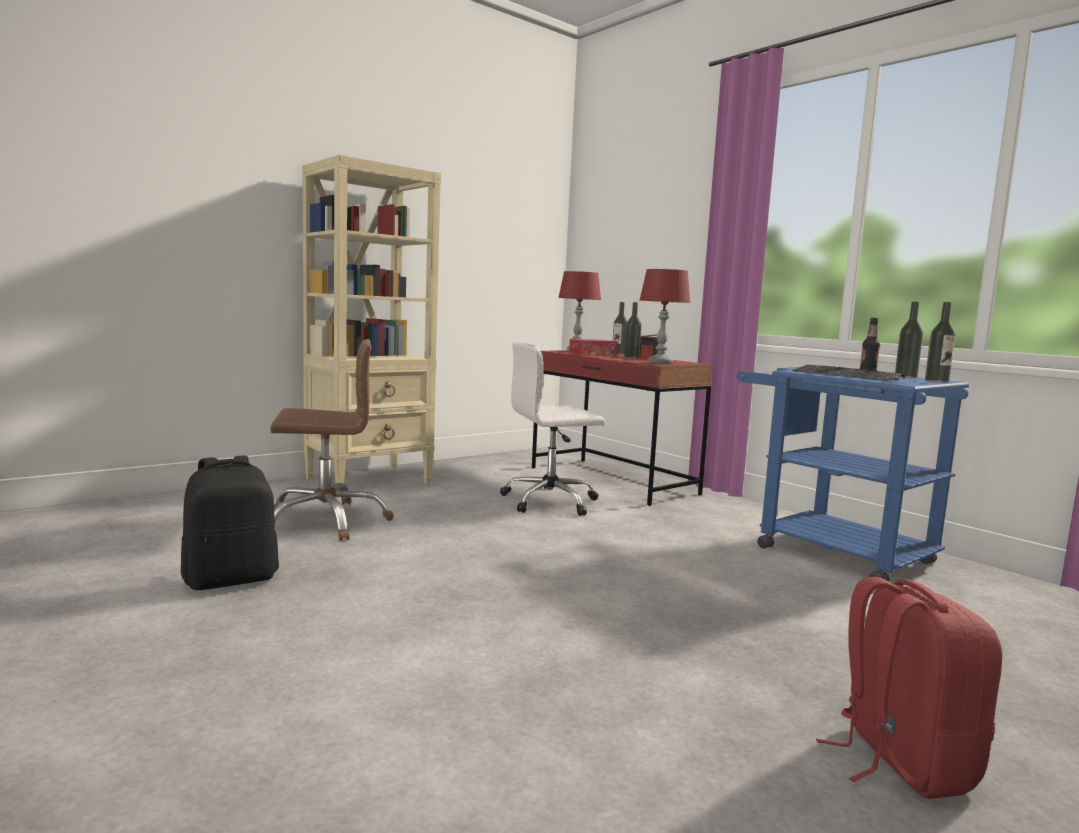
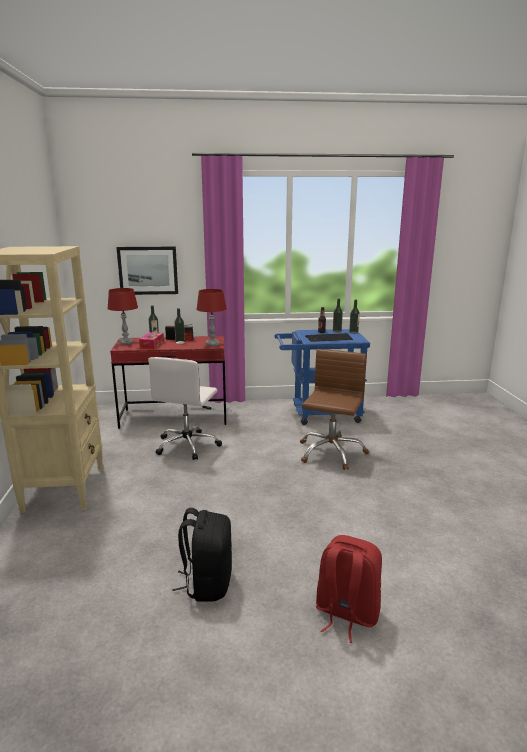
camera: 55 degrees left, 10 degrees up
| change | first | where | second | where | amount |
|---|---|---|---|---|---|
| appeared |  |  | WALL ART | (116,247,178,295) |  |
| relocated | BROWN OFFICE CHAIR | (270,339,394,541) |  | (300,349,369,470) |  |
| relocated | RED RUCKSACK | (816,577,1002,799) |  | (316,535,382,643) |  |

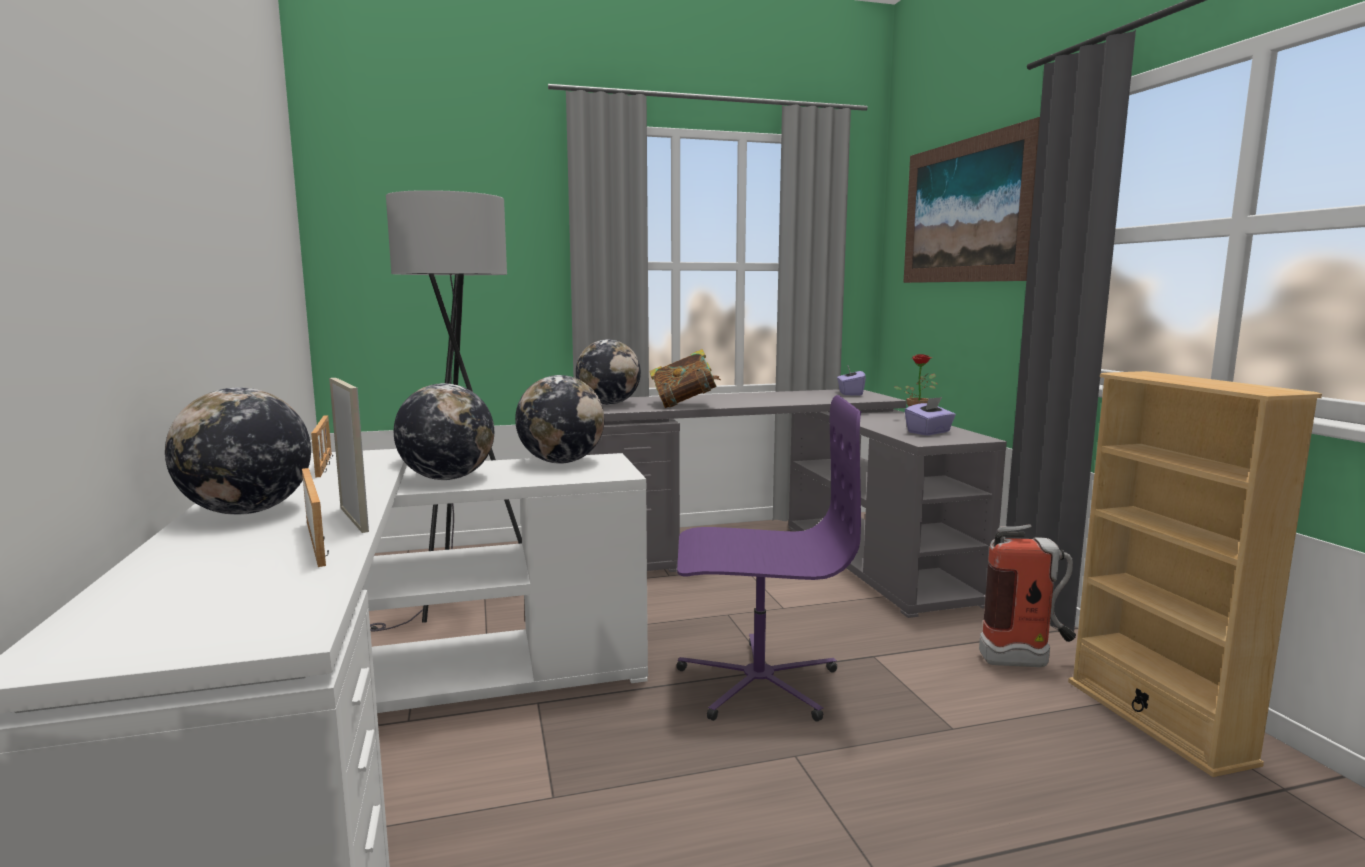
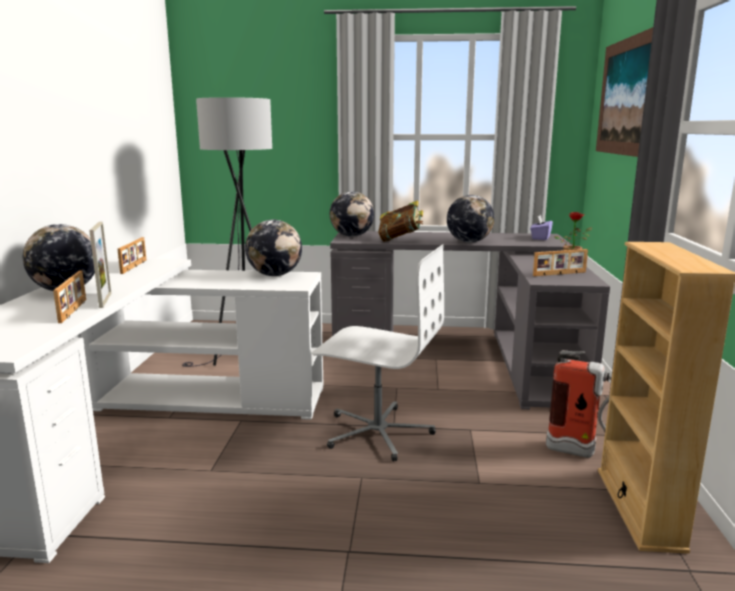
camera: 20 degrees right, 5 degrees up
| change | first | where | second | where | amount |
|---|---|---|---|---|---|
| relocated | DESK GLOBE | (394,383,494,480) |  | (447,195,494,243) |  |
| exchanged | PURPLISH TISSUE HOLDER | (905,397,956,436) | STANDING FRAME | (533,249,588,276) |  |
| colour | PURPLISH OFFICE CHAIR | (676,395,861,722) | WHITE-COLOURED OFFICE CHAIR | (312,244,444,462) |  |

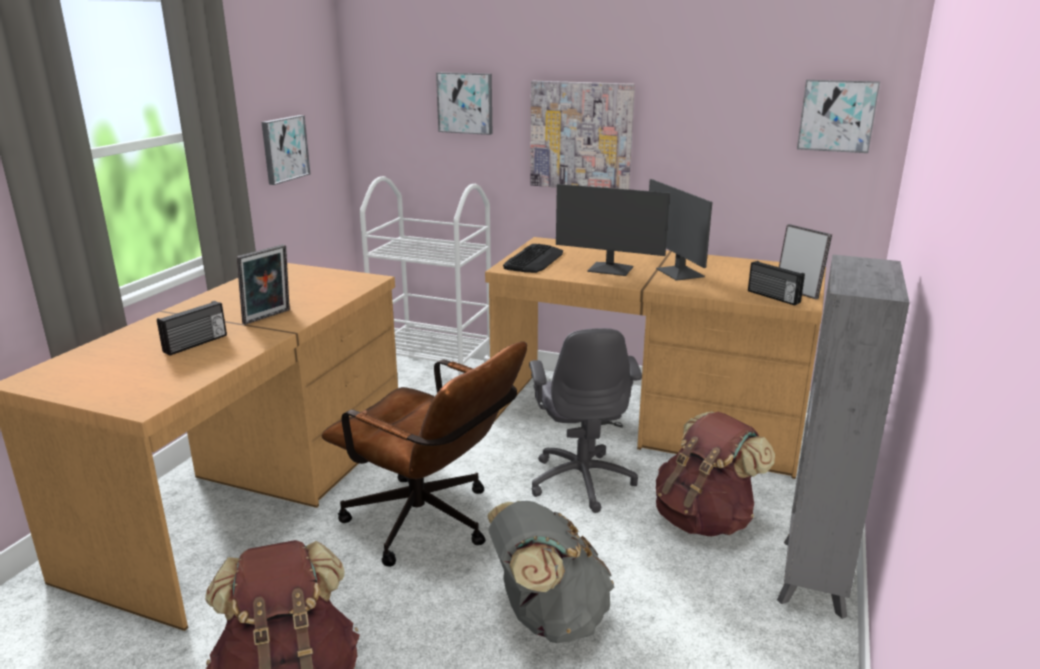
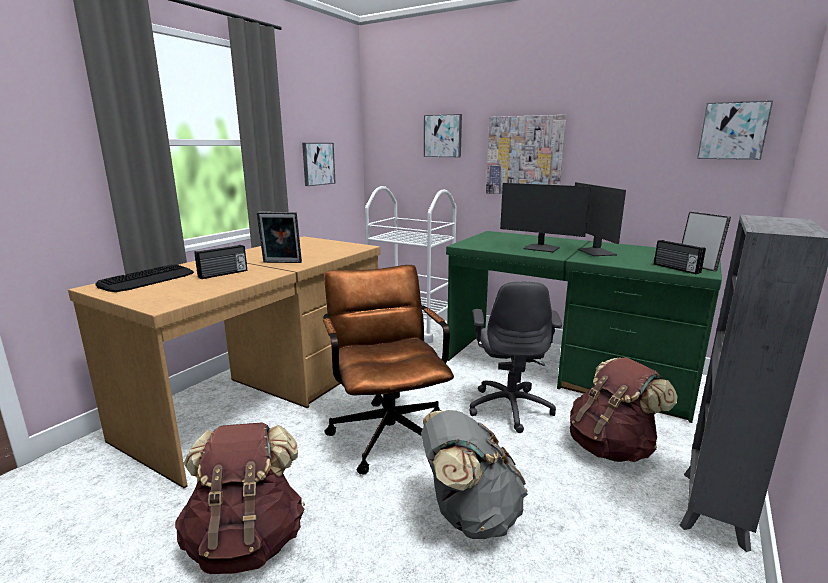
camera: 10 degrees right, 5 degrees down
| change | first | where | second | where | amount |
|---|---|---|---|---|---|
| relocated | KEYBOARD | (503,244,563,273) |  | (95,264,194,292) |  |
| colour | BROWN DESK TABLE | (485,237,826,479) | GREEN-COLOURED DESK TABLE | (446,231,722,423) |  |
| spun | STANDING FRAME | (237,245,290,325) |  | (257,212,302,263) | 45 degrees clockwise |
| spun | BROWN OFFICE CHAIR | (322,342,527,567) |  | (323,265,454,475) | 150 degrees counterclockwise |

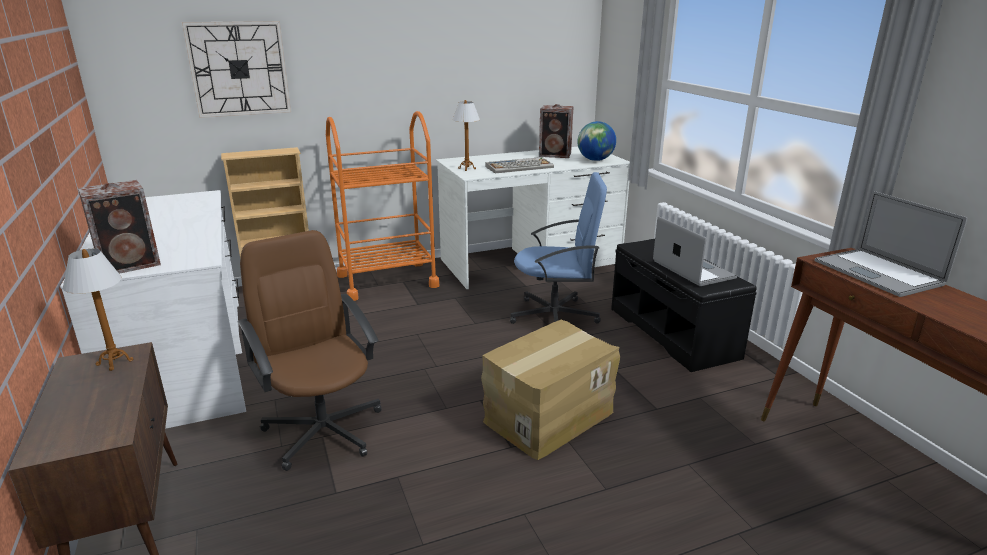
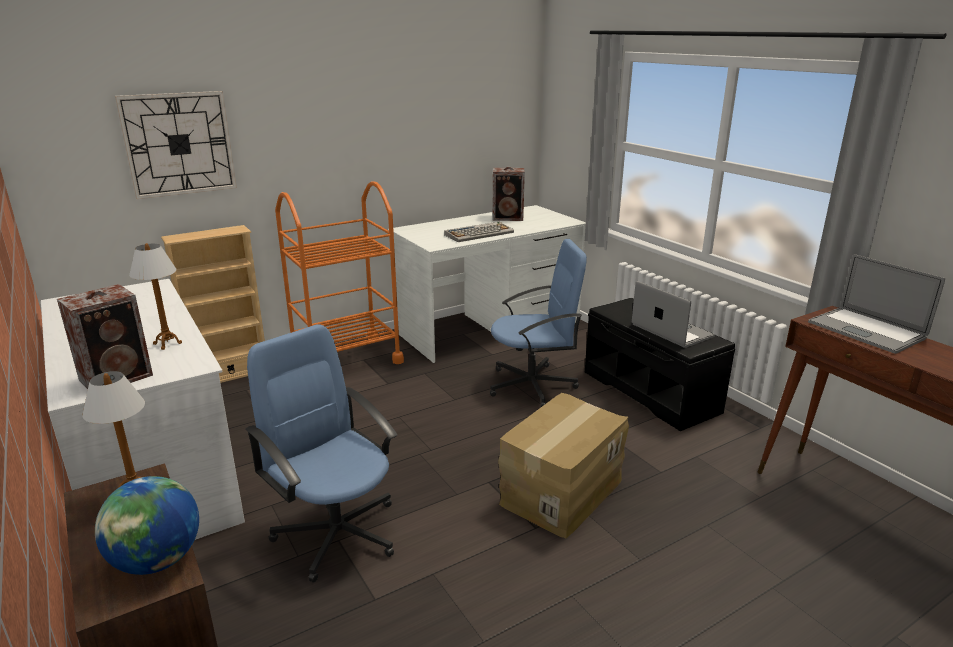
camera: 10 degrees left, 0 degrees up
| change | first | where | second | where | amount |
|---|---|---|---|---|---|
| relocated | TABLE LAMP | (453,100,480,171) |  | (129,243,182,350) |  |
| relocated | DESK GLOBE | (578,121,616,161) |  | (95,476,199,575) |  |
| colour | BROWN OFFICE CHAIR | (238,230,382,471) | BLUE OFFICE CHAIR | (245,324,397,583) |  |

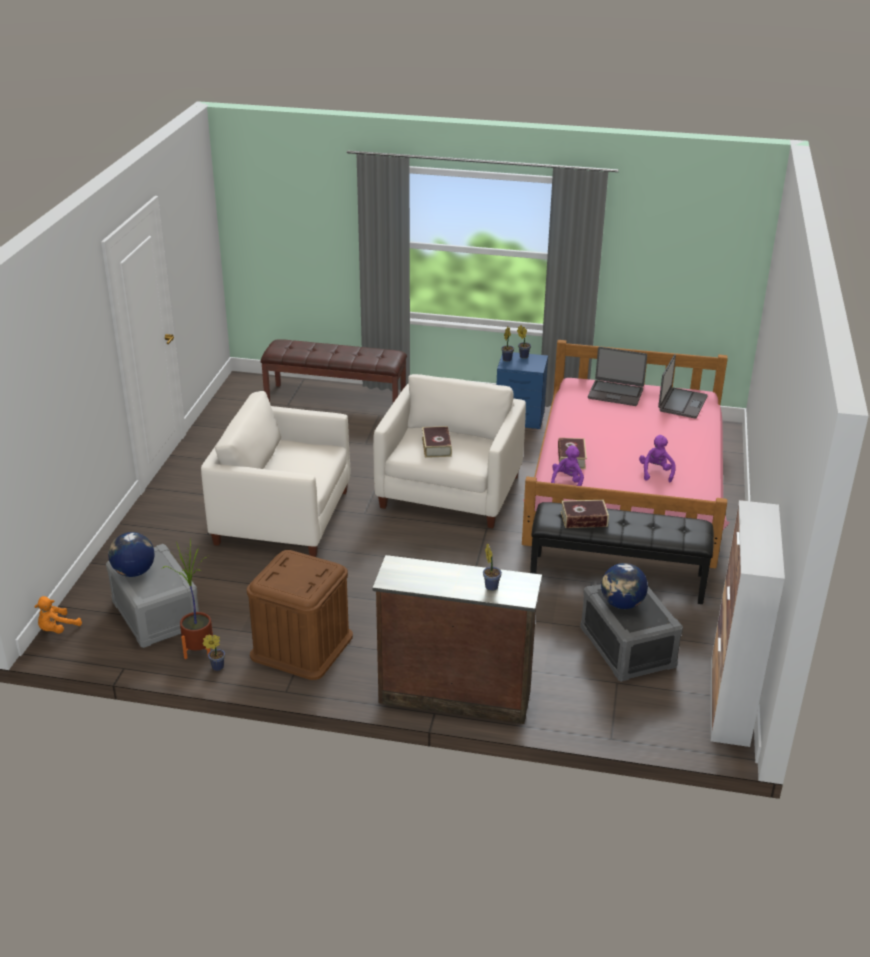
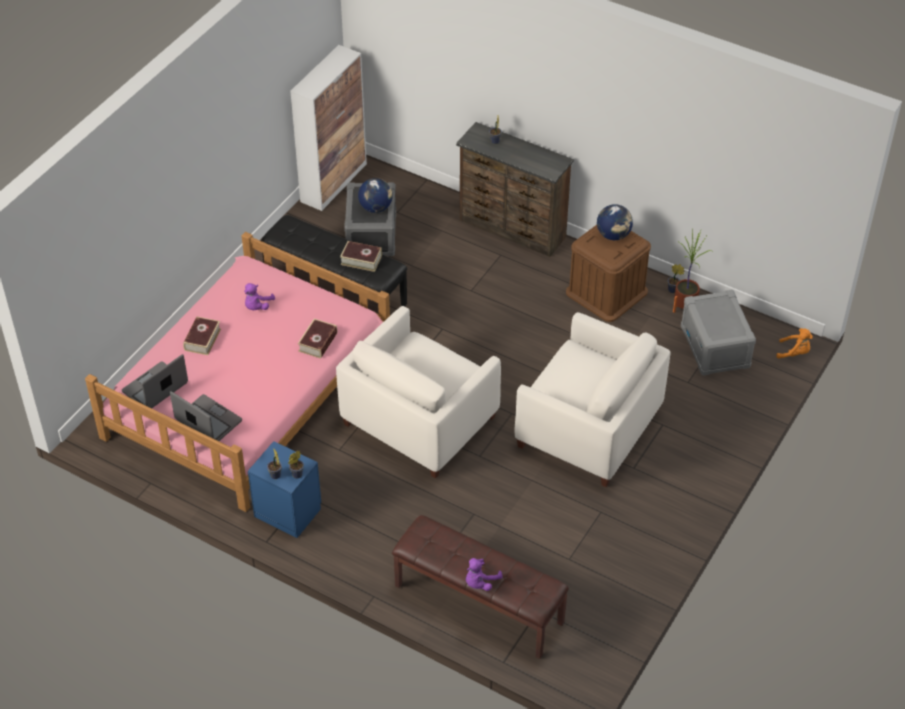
camera: 160 degrees left, 15 degrees up
| change | first | where | second | where | amount |
|---|---|---|---|---|---|
| relocated | DESK GLOBE | (108,532,155,577) |  | (597,204,633,240) |  |
| relocated | BOUND BOOK | (422,426,452,458) |  | (183,317,221,355) |  |
| relocated | PURPLISH CUDDLY TOY | (551,445,584,486) |  | (466,558,502,591) |  |
| spun | ORANGE-COLOURED CUDDLY TOY | (34,596,82,634) |  | (776,328,813,359) | 45 degrees clockwise |

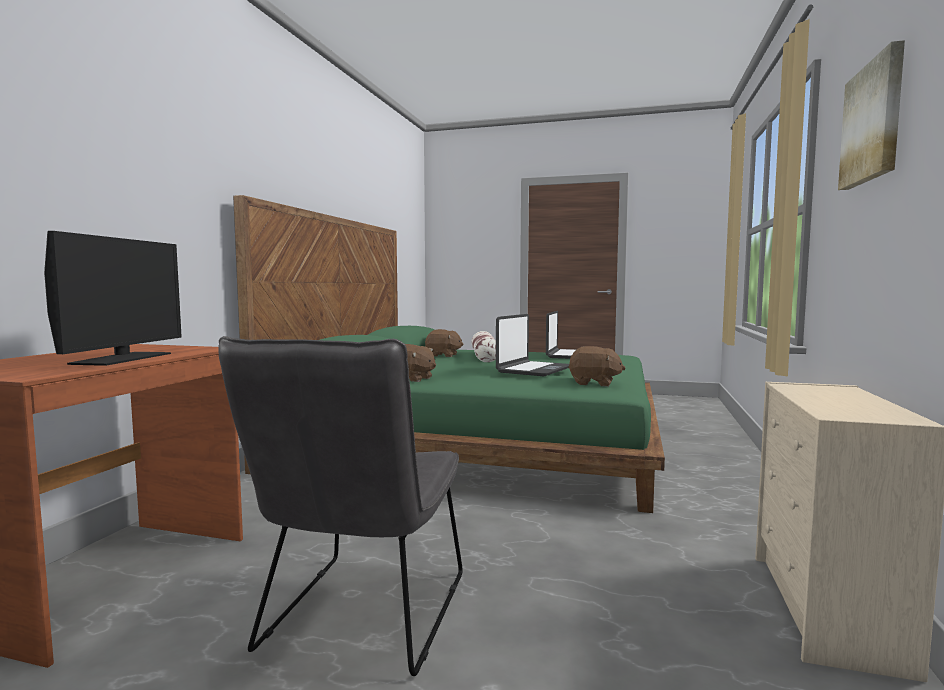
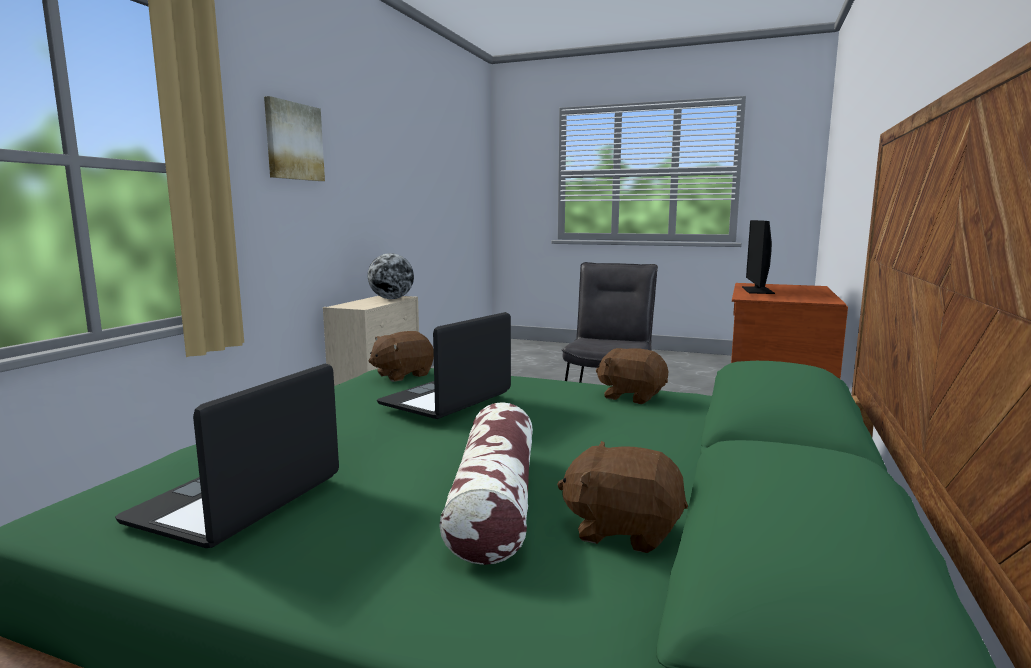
camera: 175 degrees left, 5 degrees up
| change | first | where | second | where | amount |
|---|---|---|---|---|---|
| appeared |  |  | DESK GLOBE | (368,253,414,299) |  |
| spun | BROWN CUDDLY TOY | (568,346,626,387) |  | (369,331,434,382) | 60 degrees counterclockwise |

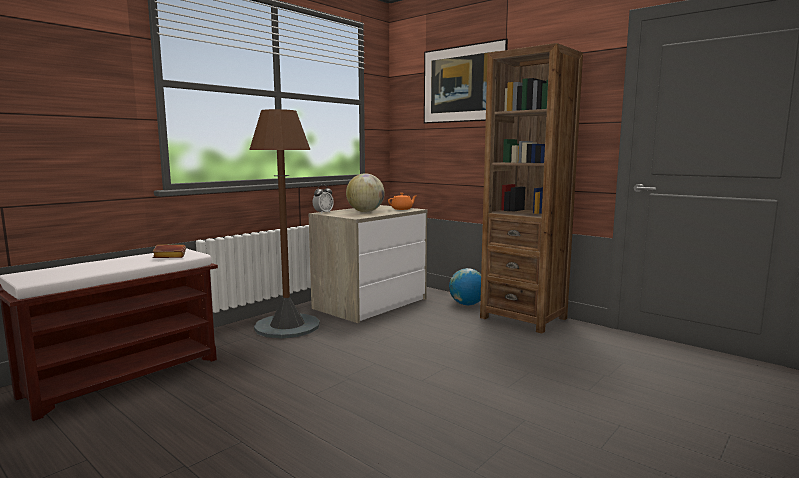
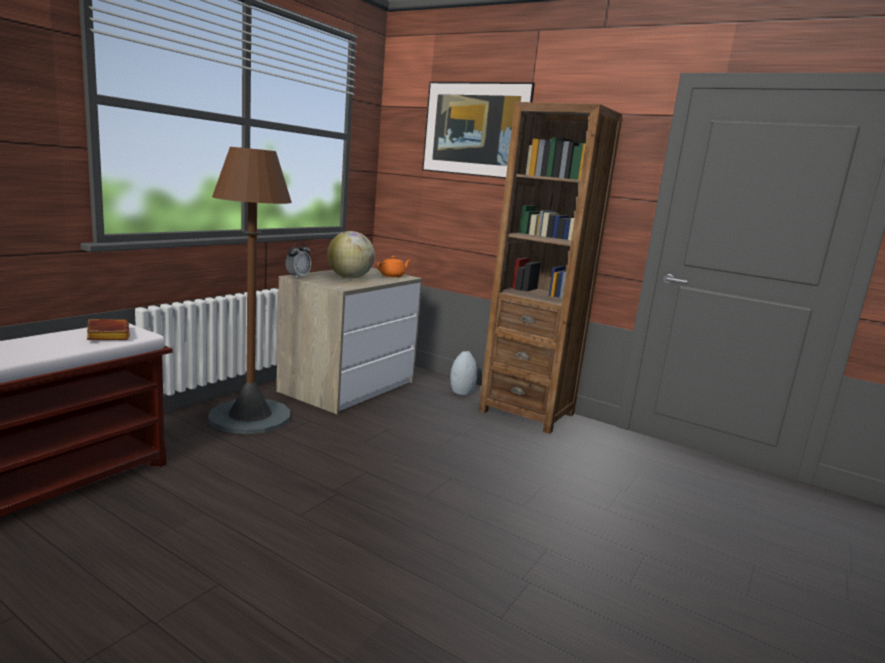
camera: 10 degrees left, 5 degrees up
| change | first | where | second | where | amount |
|---|---|---|---|---|---|
| exchanged | DESK GLOBE | (449,268,481,305) | GREY VASE | (450,350,477,395) |  |

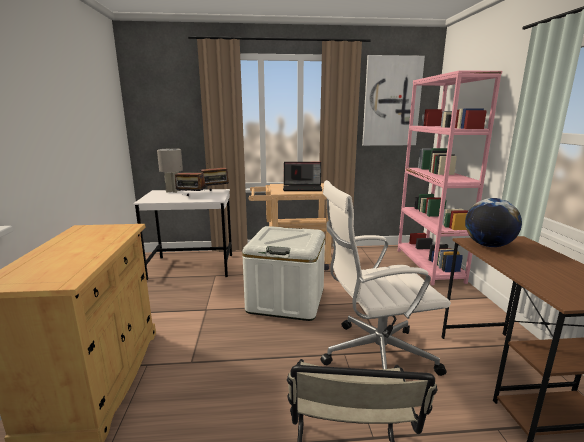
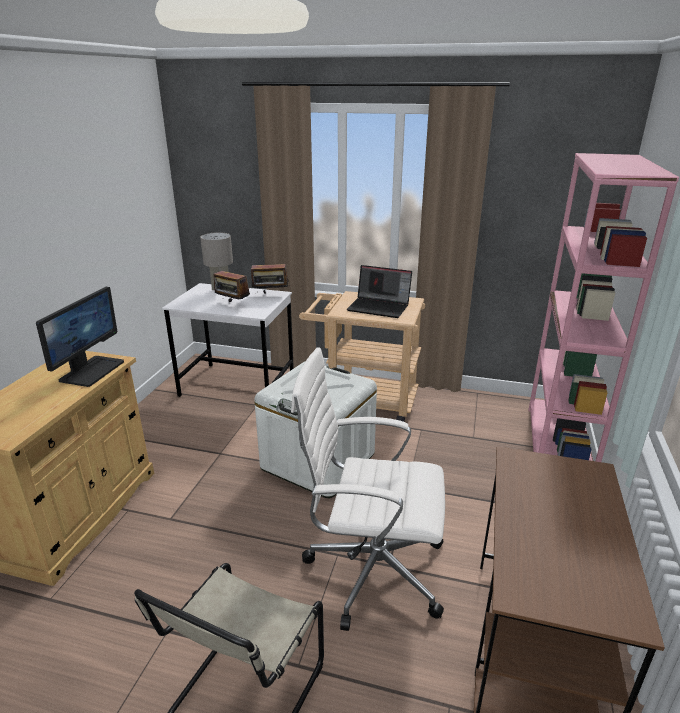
camera: 20 degrees right, 10 degrees up
| change | first | where | second | where | amount |
|---|---|---|---|---|---|
| missing | WALL ART | (362,55,425,146) |  |  |  |
| missing | DESK GLOBE | (465,198,522,247) |  |  |  |
| appeared |  |  | COMPUTER SCREEN | (36,287,124,387) |  |

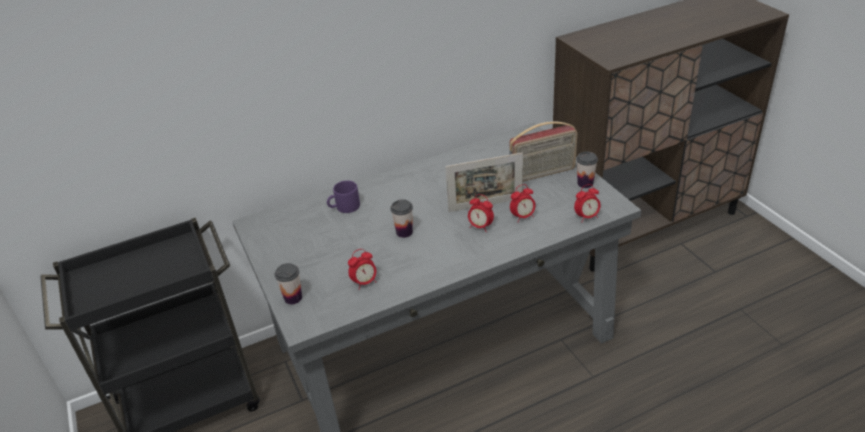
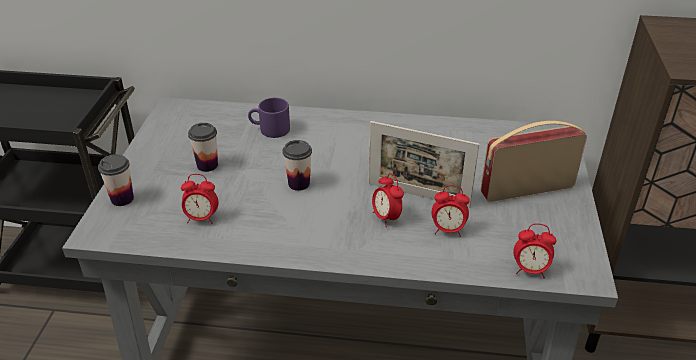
camera: 30 degrees right, 0 degrees up
| change | first | where | second | where | amount |
|---|---|---|---|---|---|
| relocated | SMALL CUP | (576,151,598,188) |  | (188,123,218,172) |  |
| spun | RADIO SET | (509,121,577,182) |  | (481,121,587,203) | 150 degrees clockwise |

